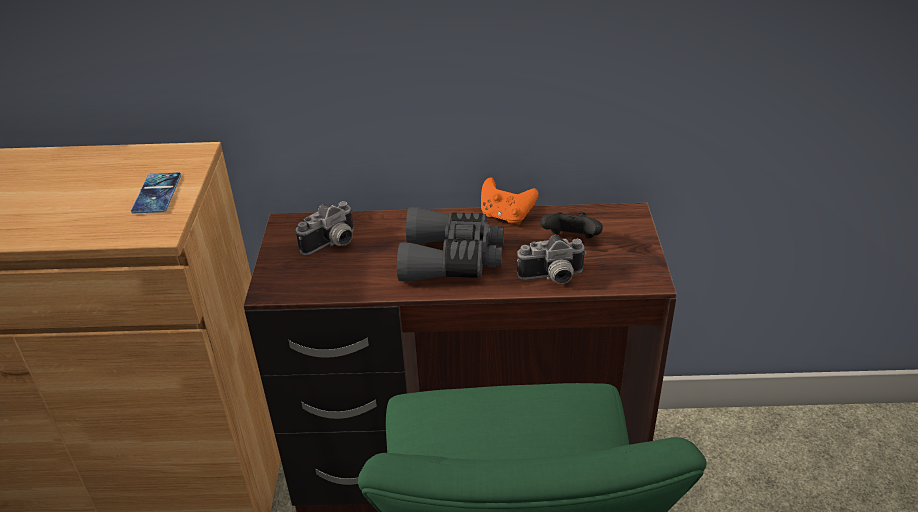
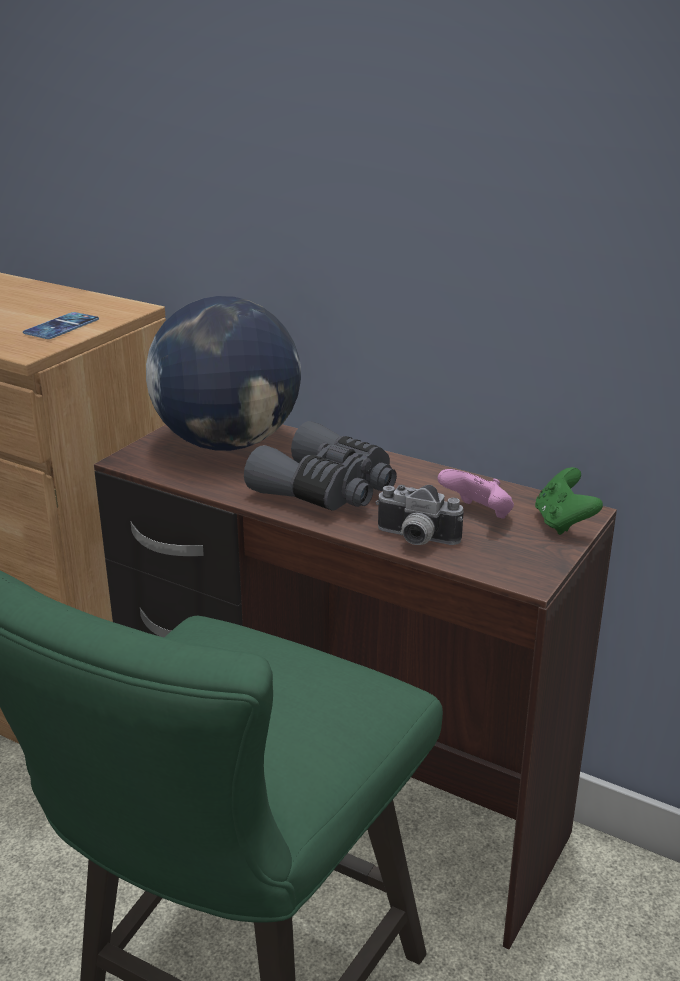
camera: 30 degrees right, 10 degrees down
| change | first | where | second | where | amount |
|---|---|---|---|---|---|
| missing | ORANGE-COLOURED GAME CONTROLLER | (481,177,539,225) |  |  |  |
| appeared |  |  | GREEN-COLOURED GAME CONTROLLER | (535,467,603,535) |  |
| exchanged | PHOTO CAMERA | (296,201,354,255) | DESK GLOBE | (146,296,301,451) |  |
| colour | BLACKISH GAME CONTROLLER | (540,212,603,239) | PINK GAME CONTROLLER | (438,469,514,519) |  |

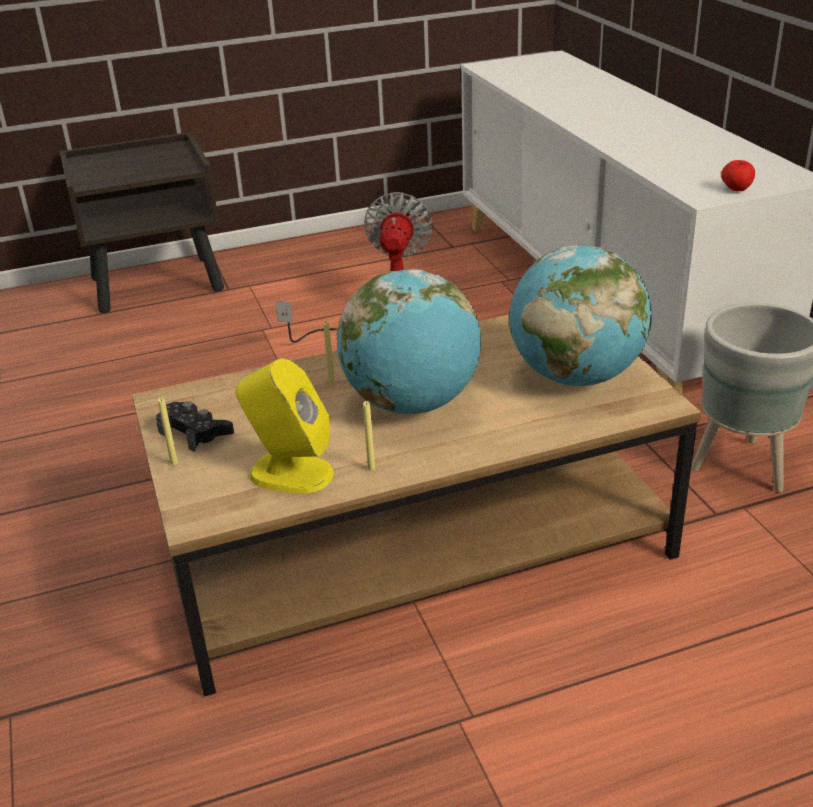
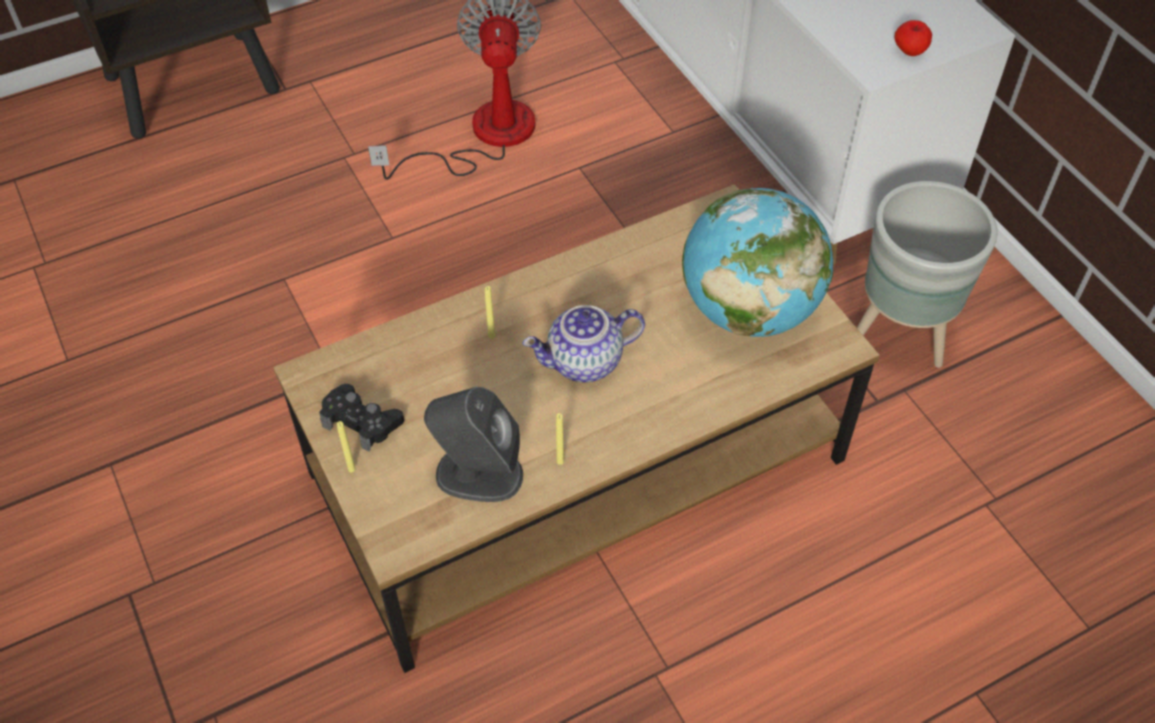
camera: 10 degrees left, 20 degrees up
| change | first | where | second | where | amount |
|---|---|---|---|---|---|
| exchanged | DESK GLOBE | (337,269,481,414) | TEAPOT | (523,305,645,382) |  |
| colour | YELLOW LOUDSPEAKER | (236,358,334,493) | GREY LOUDSPEAKER | (424,387,523,502) |  |

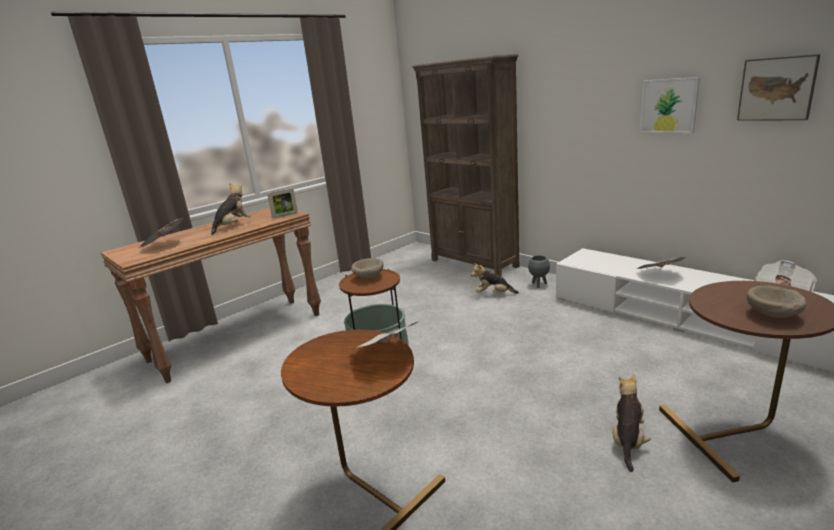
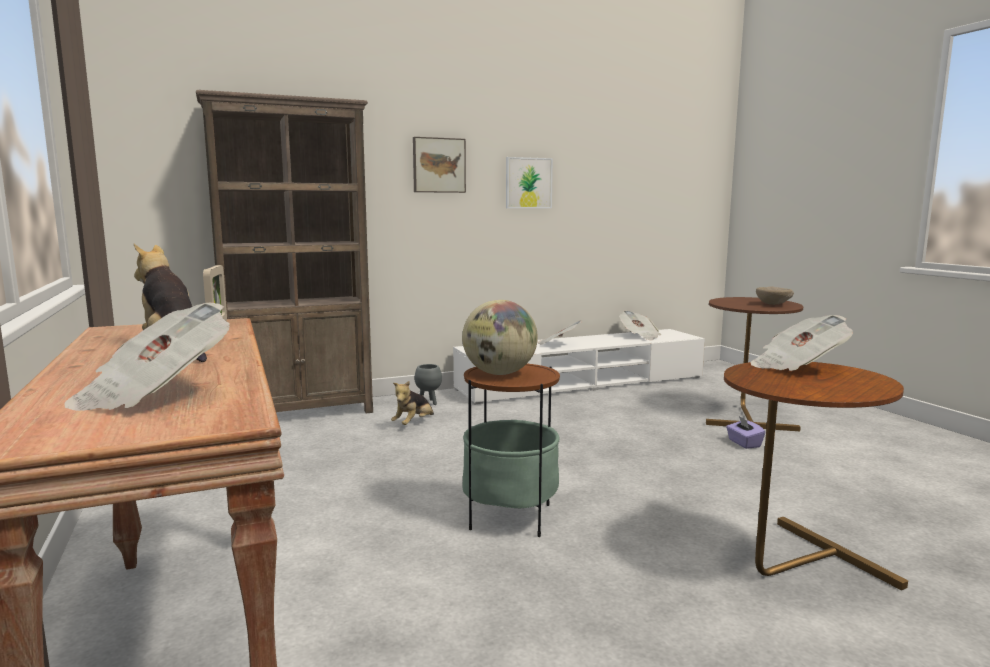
camera: 70 degrees left, 10 degrees down
| change | first | where | second | where | amount |
|---|---|---|---|---|---|
| relocated | WALL ART | (737,54,820,121) |  | (413,137,466,193) |  |
| exchanged | BEIGE BOWL | (352,258,384,279) | DESK GLOBE | (462,300,538,375) |  |
| exchanged | CUDDLY TOY | (612,374,651,472) | PURPLISH TISSUE HOLDER | (726,416,766,449) |  |

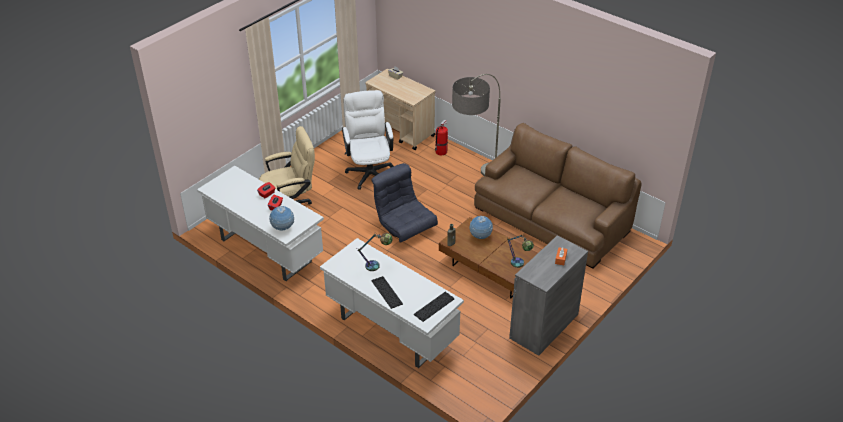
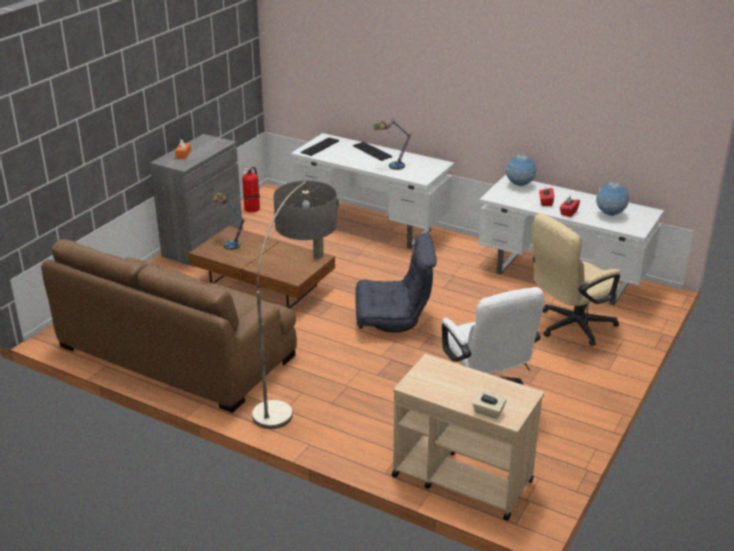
camera: 170 degrees right, 10 degrees down
| change | first | where | second | where | amount |
|---|---|---|---|---|---|
| relocated | FIRE-FIGHTING CYLINDER | (435,120,448,155) |  | (242,167,260,212) |  |
| relocated | DESK GLOBE | (470,216,493,239) |  | (596,182,629,216) |  |
| spun | GREY EASY CHAIR | (372,163,438,242) |  | (355,233,437,332) | 45 degrees counterclockwise |

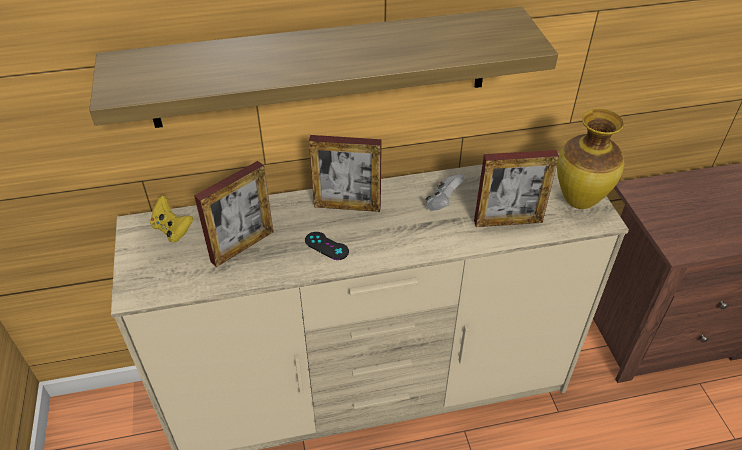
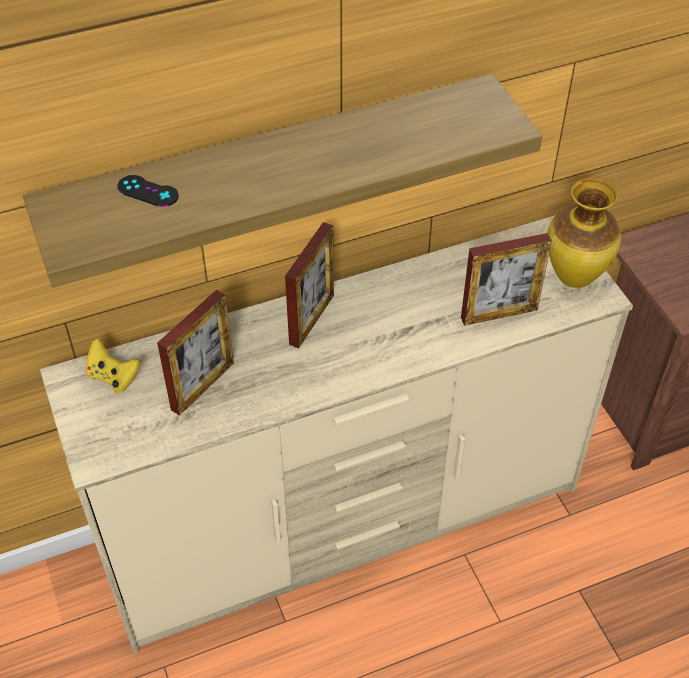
camera: 10 degrees left, 5 degrees up
| change | first | where | second | where | amount |
|---|---|---|---|---|---|
| missing | WHITE-COLOURED GAME CONTROLLER | (425,174,465,211) |  |  |  |
| relocated | BLACKISH GAME CONTROLLER | (305,232,349,260) |  | (117,175,179,207) |  |
| spun | STANDING FRAME | (309,135,382,212) |  | (285,222,334,348) | 60 degrees counterclockwise |

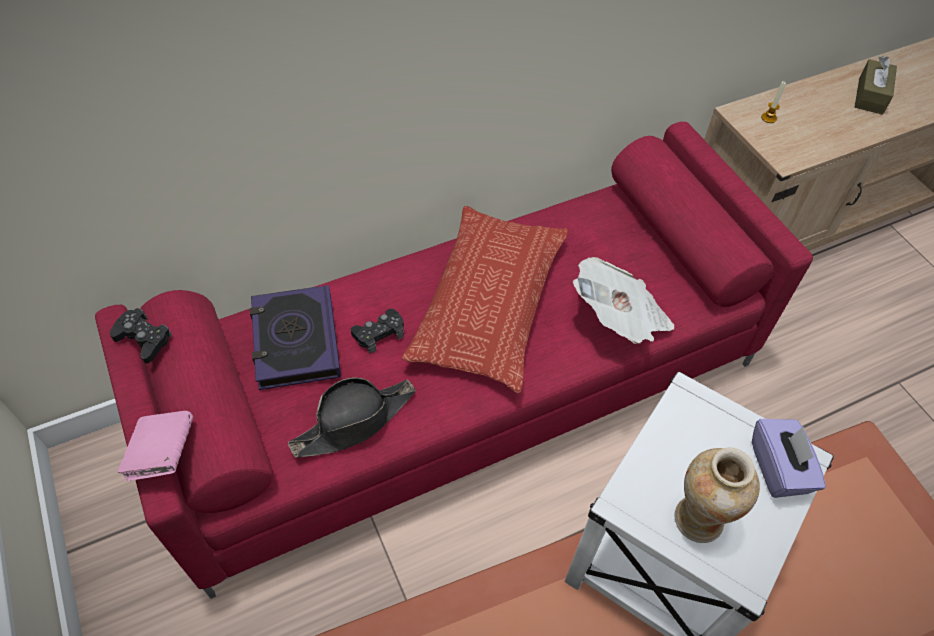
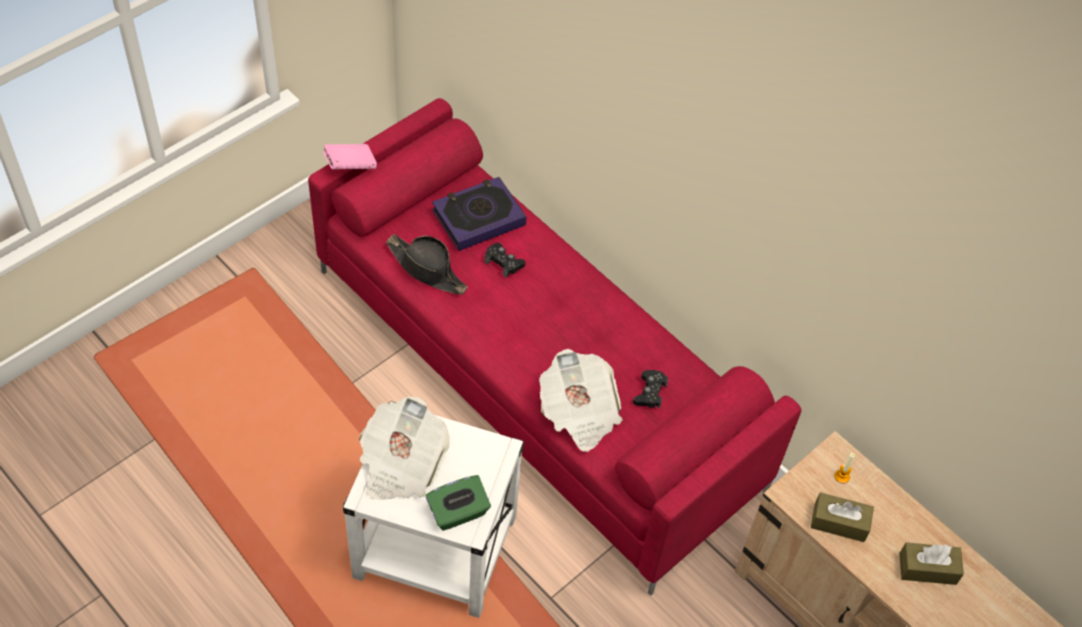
camera: 70 degrees right, 0 degrees up
| change | first | where | second | where | amount |
|---|---|---|---|---|---|
| missing | PILLOW | (401,206,568,393) |  |  |  |
| appeared |  |  | BROWN TISSUE HOLDER | (811,492,874,542) |  |
| relocated | BLACKISH GAME CONTROLLER | (110,308,173,364) |  | (633,370,668,409) |  |
| exchanged | VASE | (674,448,760,543) | PRINTED PAPER | (359,396,450,500) |  |
| colour | PURPLISH TISSUE HOLDER | (752,419,826,498) | GREEN-COLOURED TISSUE HOLDER | (426,475,491,531) |  |

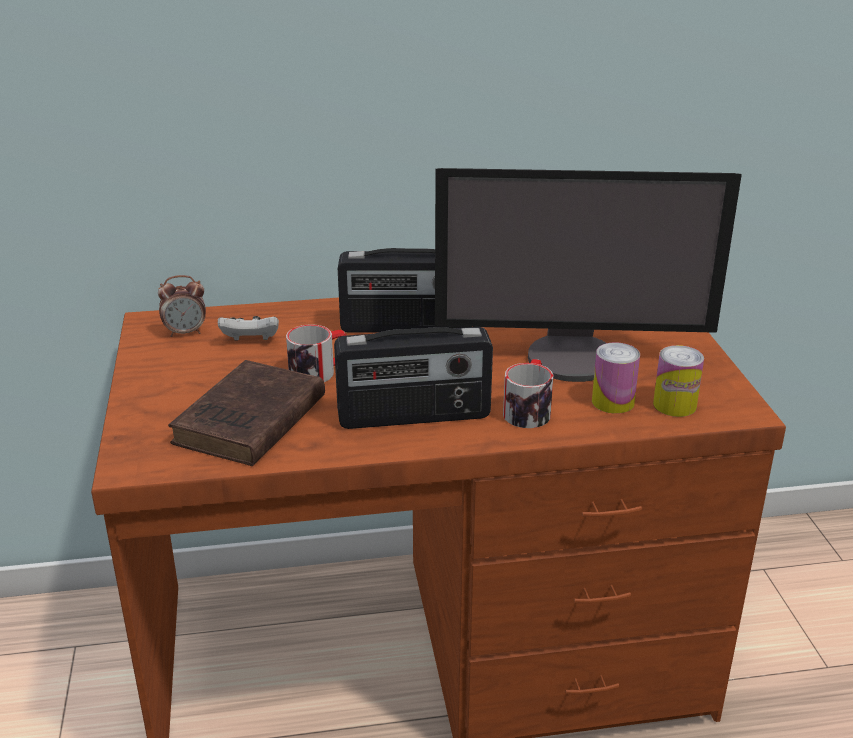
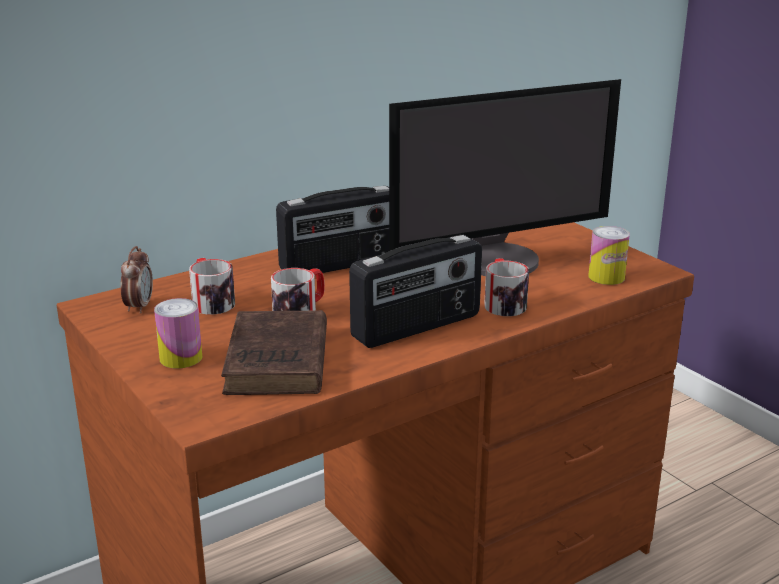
camera: 25 degrees left, 5 degrees down
| change | first | where | second | where | amount |
|---|---|---|---|---|---|
| relocated | METAL CAN | (592,342,640,414) |  | (154,298,202,369) |  |
| exchanged | WHITE-COLOURED GAME CONTROLLER | (218,316,279,341) | TEA MUG | (189,258,235,314) |  |
| spun | BEDSIDE CLOCK | (158,275,206,337) |  | (120,246,153,314) | 45 degrees counterclockwise |

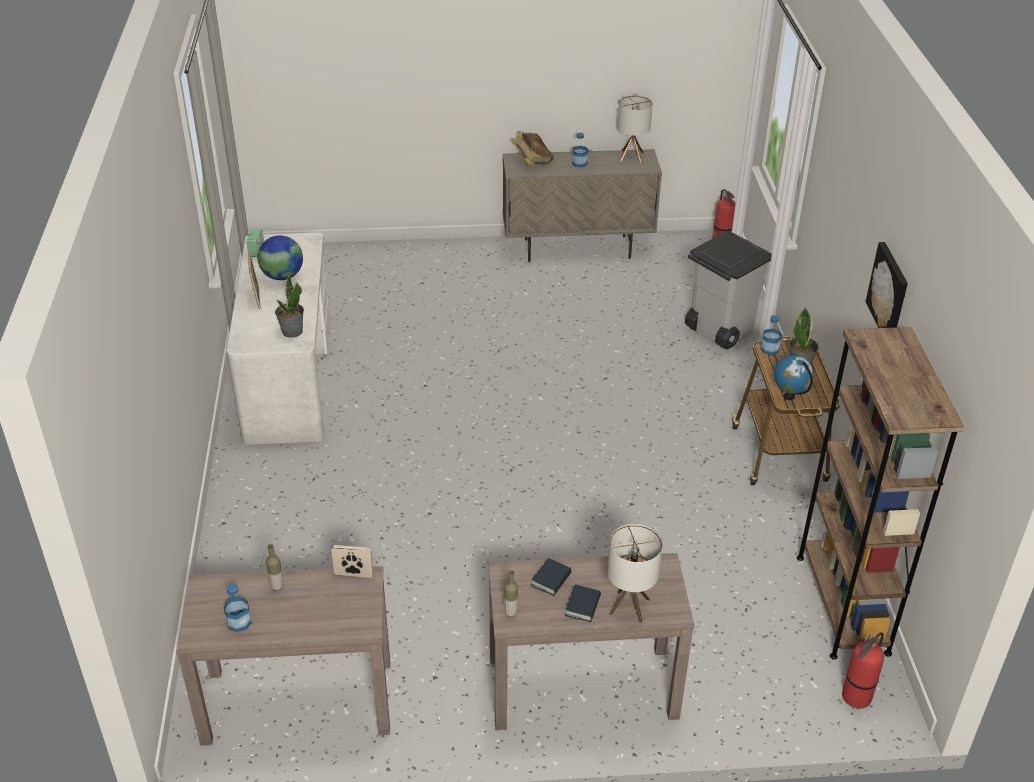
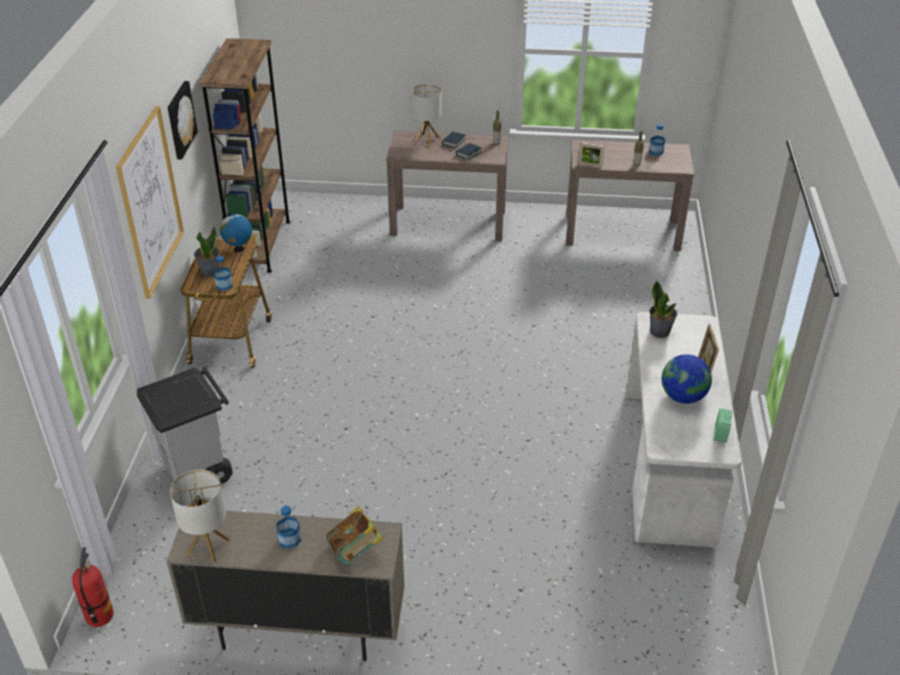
camera: 170 degrees left, 0 degrees up
| change | first | where | second | where | amount |
|---|---|---|---|---|---|
| missing | FIRE-FIGHTING CYLINDER | (842,632,884,709) |  |  |  |
| appeared |  |  | WALL ART | (116,106,184,299) |  |

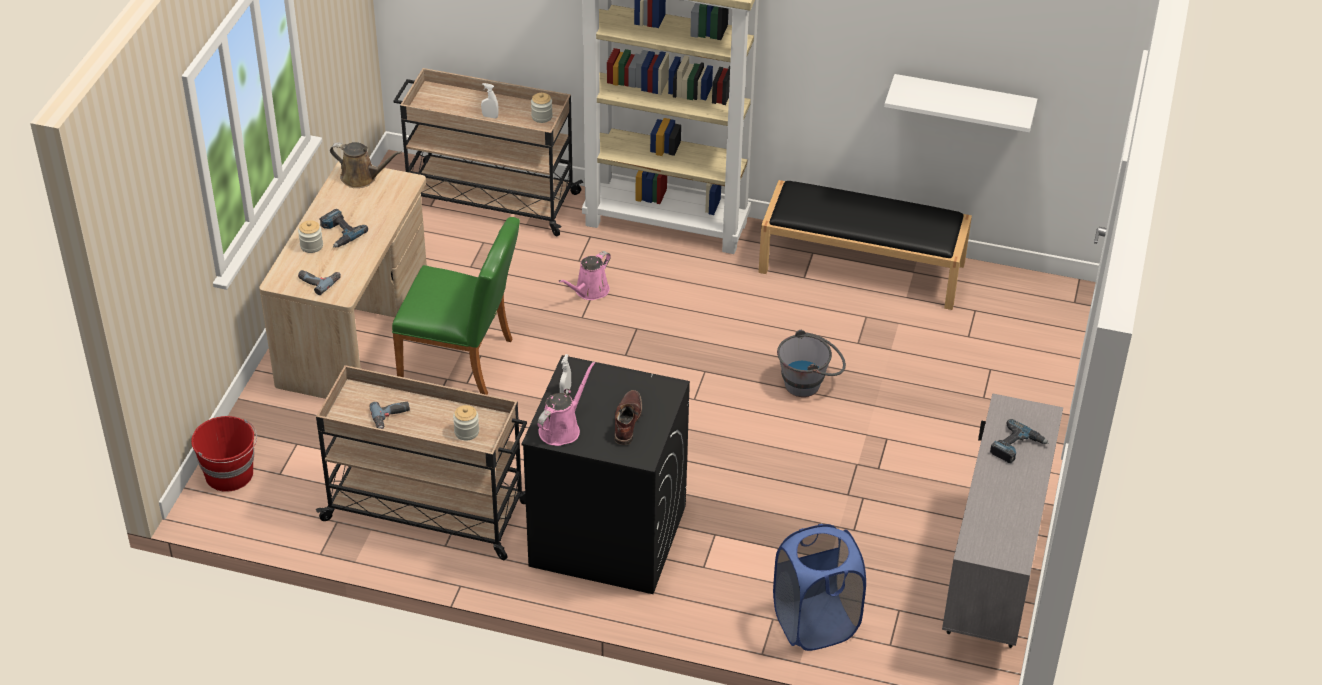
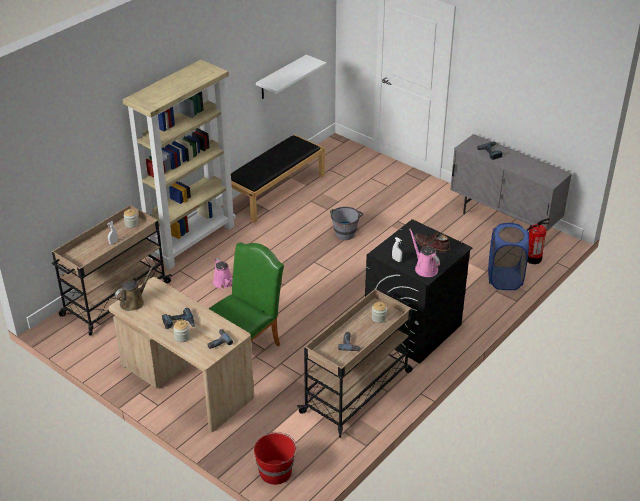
camera: 65 degrees left, 5 degrees down
| change | first | where | second | where | amount |
|---|---|---|---|---|---|
| appeared |  |  | FIRE-FIGHTING CYLINDER | (527,218,550,264) |  |

